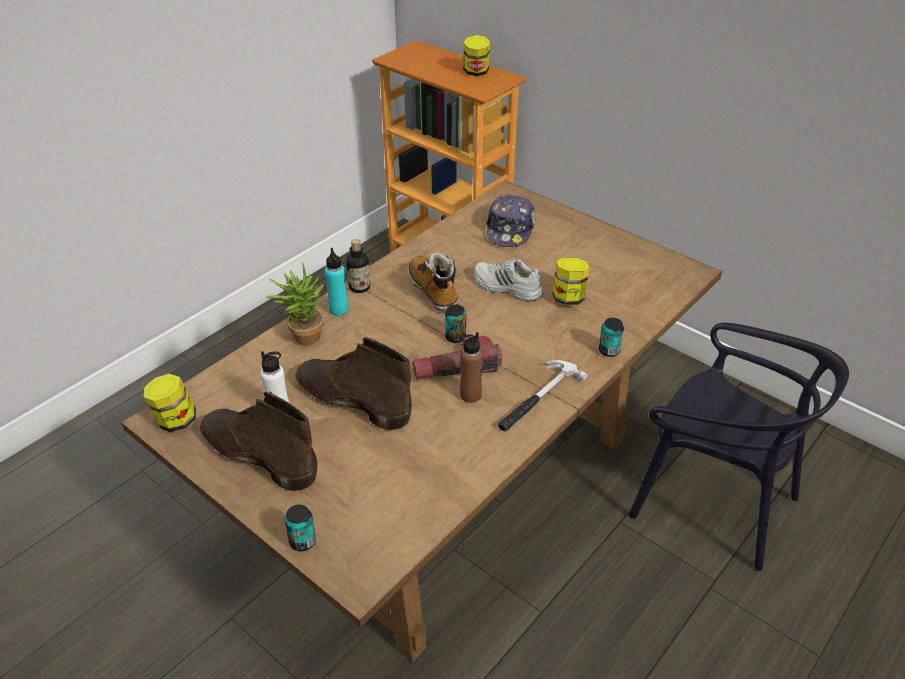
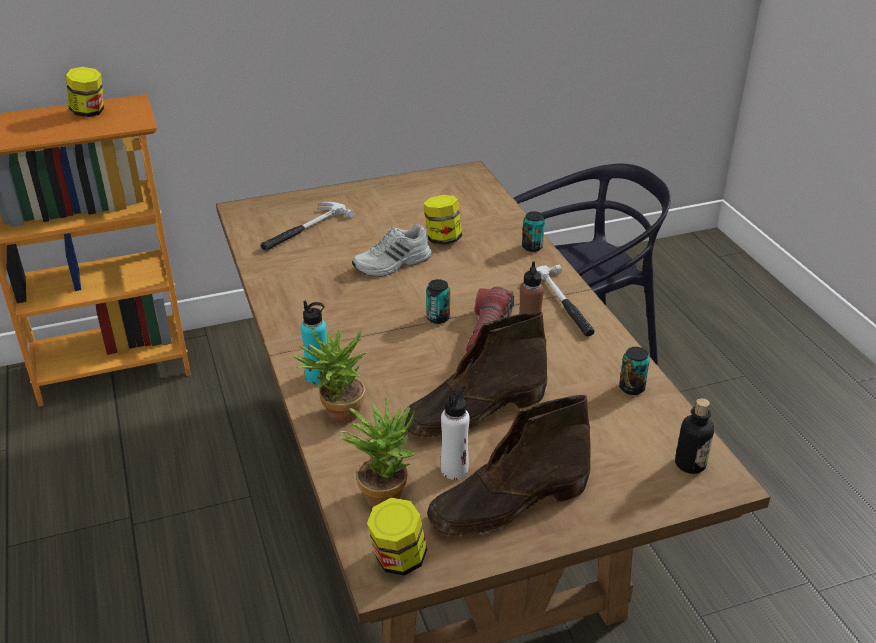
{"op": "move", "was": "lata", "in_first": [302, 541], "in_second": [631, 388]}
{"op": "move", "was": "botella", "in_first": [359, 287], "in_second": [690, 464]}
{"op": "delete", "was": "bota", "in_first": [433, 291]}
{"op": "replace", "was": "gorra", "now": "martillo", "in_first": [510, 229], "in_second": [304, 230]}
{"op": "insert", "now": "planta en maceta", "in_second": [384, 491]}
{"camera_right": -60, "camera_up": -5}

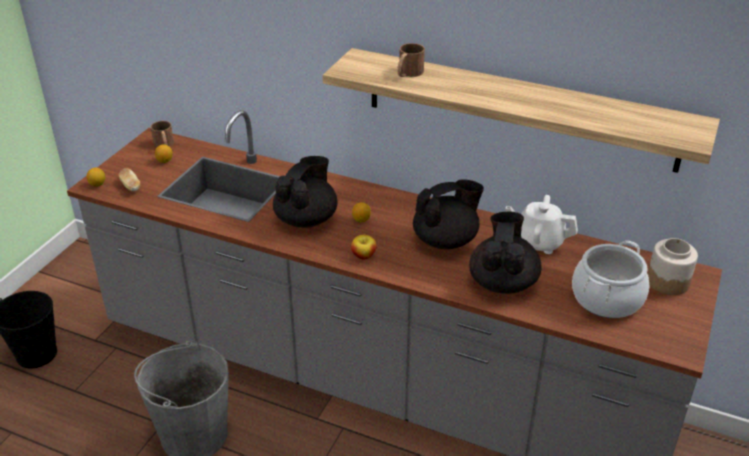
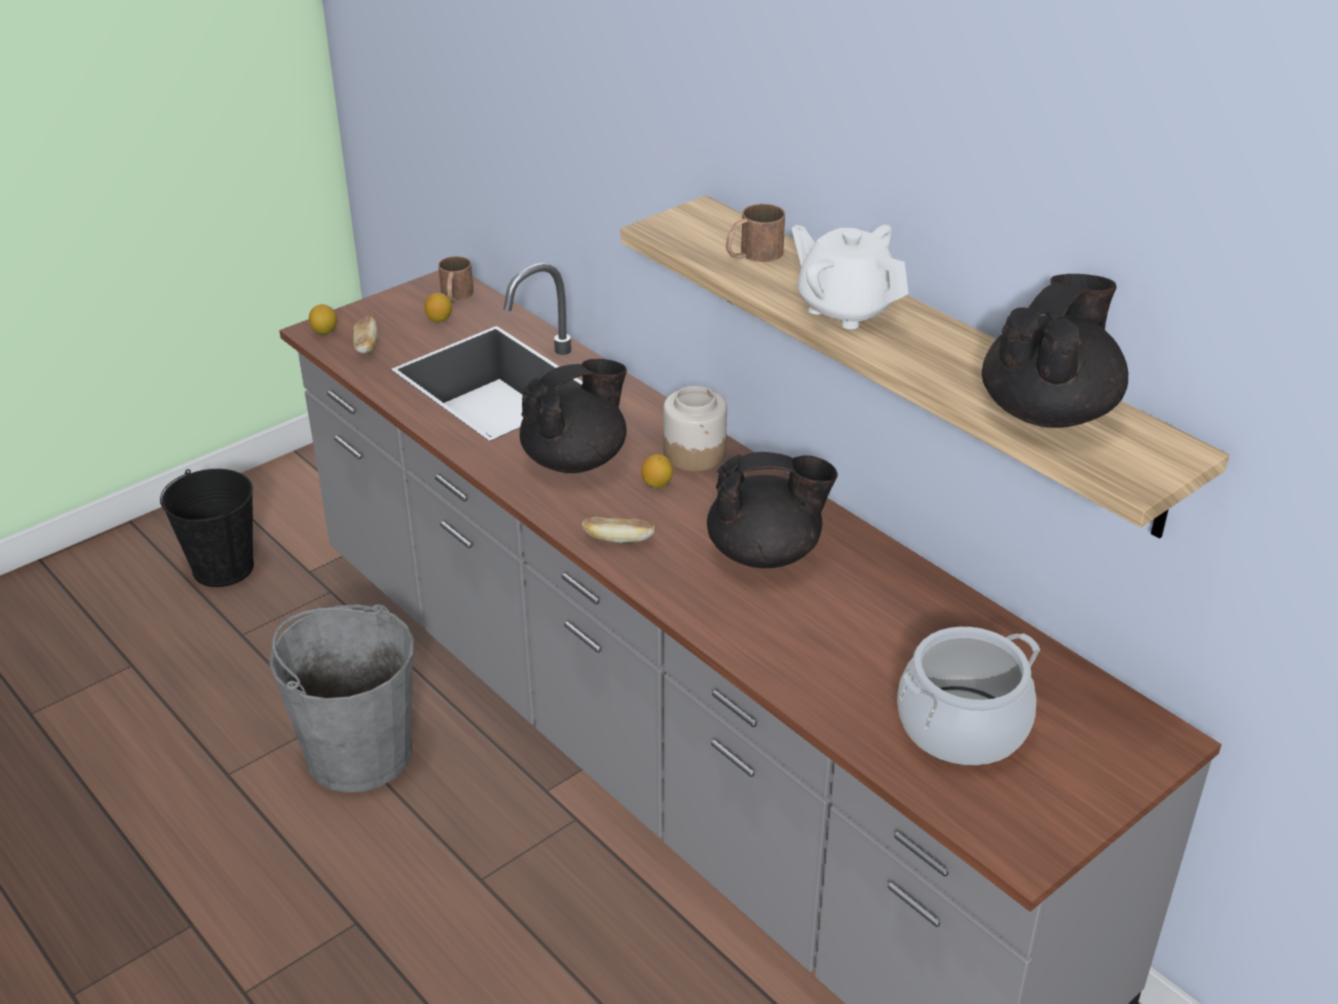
{"op": "replace", "was": "manzana", "now": "pan", "in_first": [363, 255], "in_second": [618, 539]}
{"op": "move", "was": "tetera/negro", "in_first": [502, 282], "in_second": [1048, 411]}
{"op": "move", "was": "tetera/blanco", "in_first": [538, 242], "in_second": [845, 309]}
{"op": "move", "was": "tarro", "in_first": [667, 281], "in_second": [695, 453]}
{"camera_right": 25, "camera_up": 0}

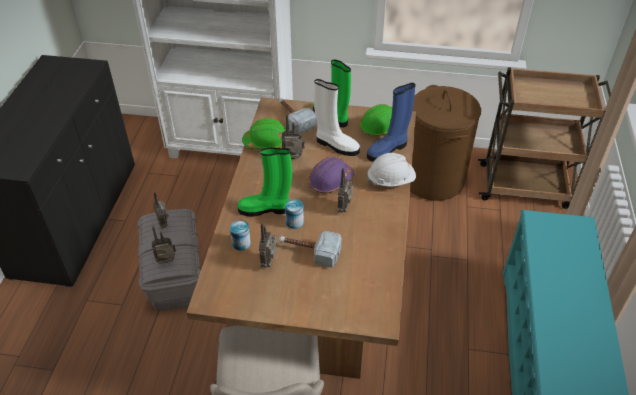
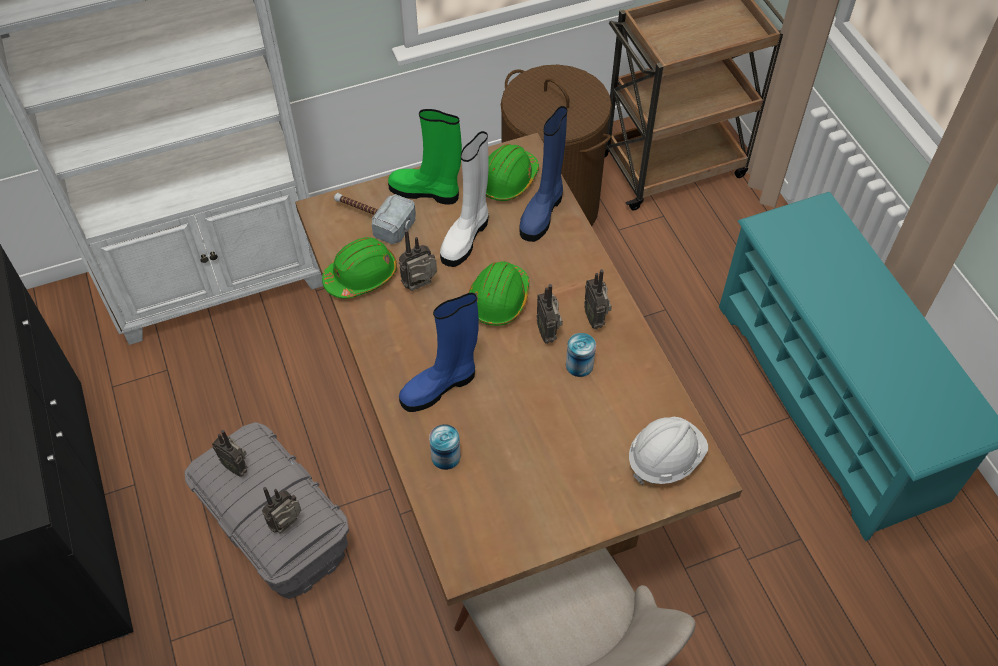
{"op": "recolor", "was": "bota/verde", "now": "bota/azul", "in_first": [265, 209], "in_second": [440, 386]}
{"op": "move", "was": "radio", "in_first": [270, 262], "in_second": [595, 318]}
{"op": "delete", "was": "martillo", "in_first": [309, 251]}
{"op": "move", "was": "lata", "in_first": [294, 222], "in_second": [579, 365]}
{"op": "recolor", "was": "casco/morado", "now": "casco/verde", "in_first": [330, 181], "in_second": [498, 300]}
{"op": "rotate", "was": "bota/blanco", "in_first": [336, 145], "in_second": [466, 237], "clockwise": 120}
{"op": "move", "was": "casco/blanco", "in_first": [390, 180], "in_second": [665, 458]}
{"camera_right": -30, "camera_up": 10}

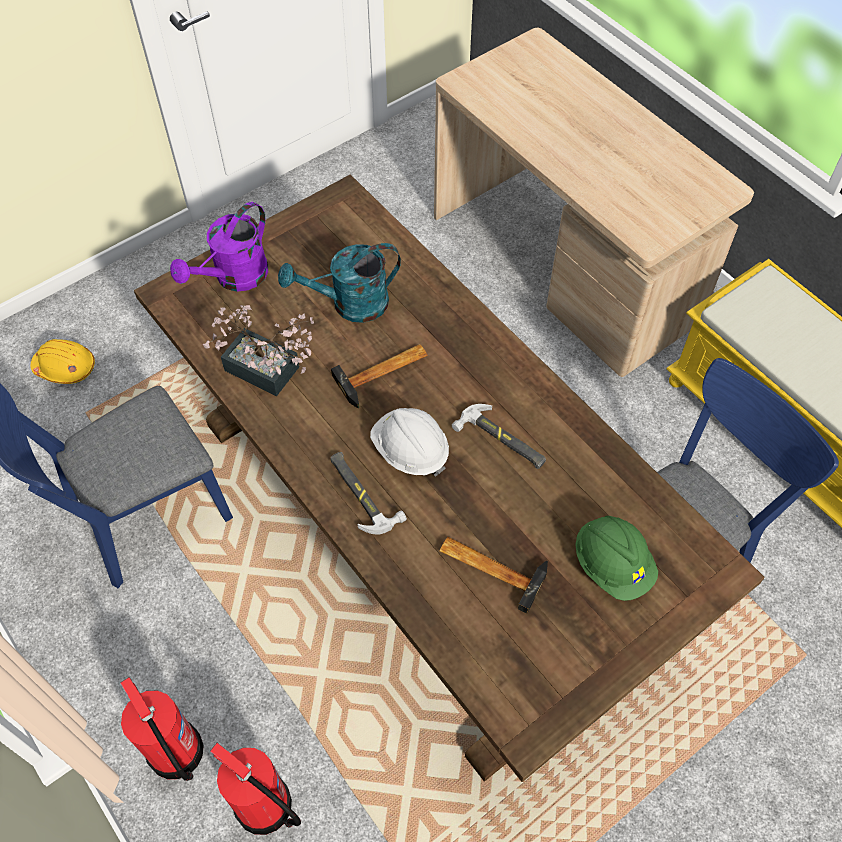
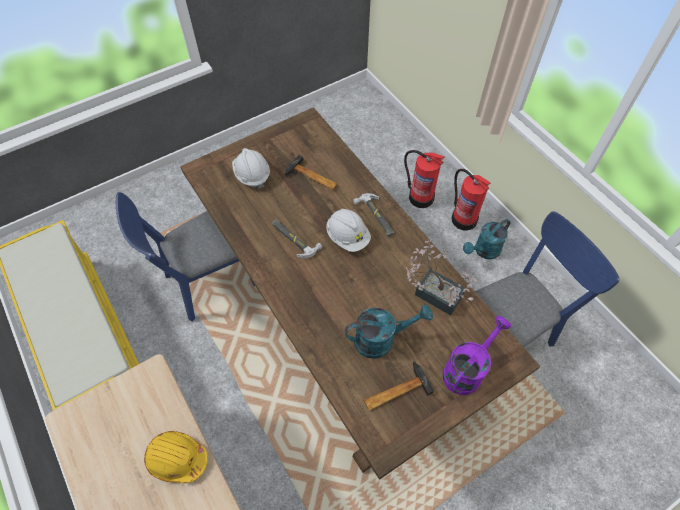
{"op": "move", "was": "casco/amarillo", "in_first": [65, 367], "in_second": [177, 458]}
{"op": "move", "was": "martillo", "in_first": [384, 373], "in_second": [395, 391]}
{"op": "recolor", "was": "casco/verde", "now": "casco/blanco", "in_first": [612, 565], "in_second": [252, 175]}
{"op": "insert", "now": "regadera/turquesa", "in_second": [484, 251]}
{"camera_right": -175, "camera_up": 0}

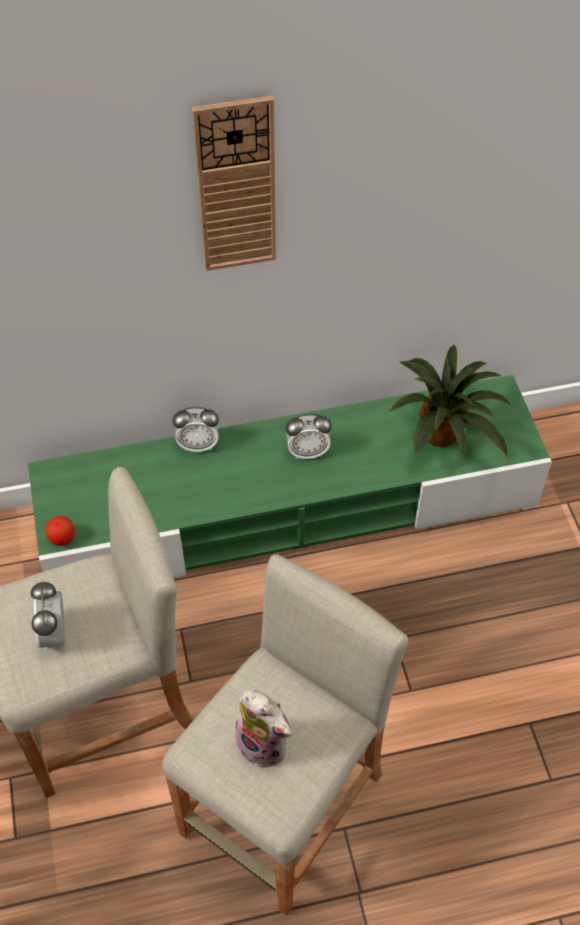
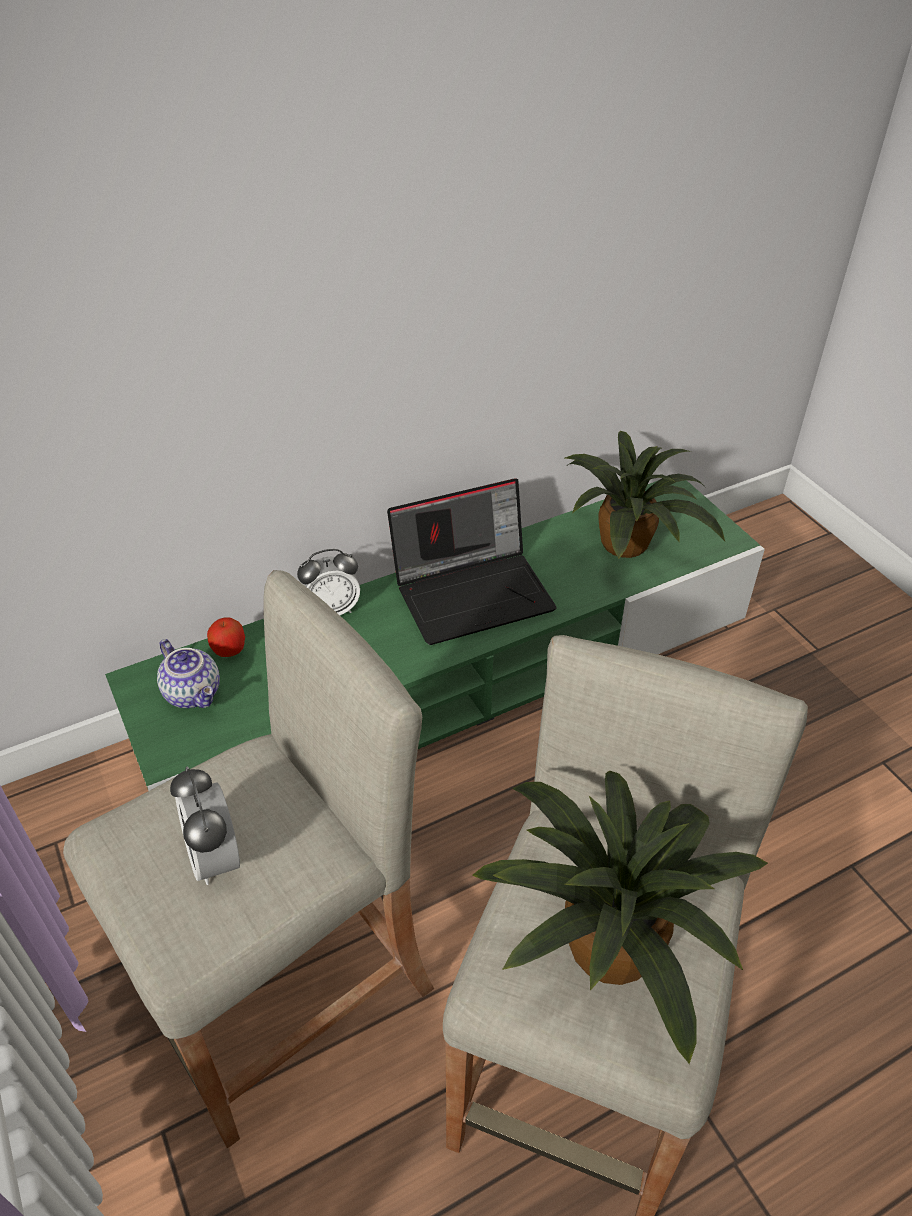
{"op": "move", "was": "manzana", "in_first": [62, 538], "in_second": [229, 650]}
{"op": "delete", "was": "reloj de pared", "in_first": [236, 187]}
{"op": "replace", "was": "peluche", "now": "planta en maceta", "in_first": [265, 743], "in_second": [603, 943]}
{"op": "replace", "was": "despertador", "now": "portátil", "in_first": [307, 451], "in_second": [474, 591]}
{"op": "insert", "now": "tetera", "in_second": [194, 693]}
{"camera_right": -15, "camera_up": -10}

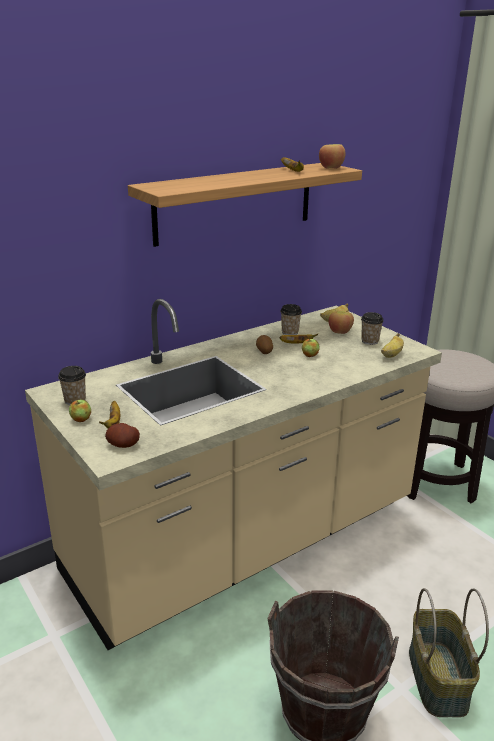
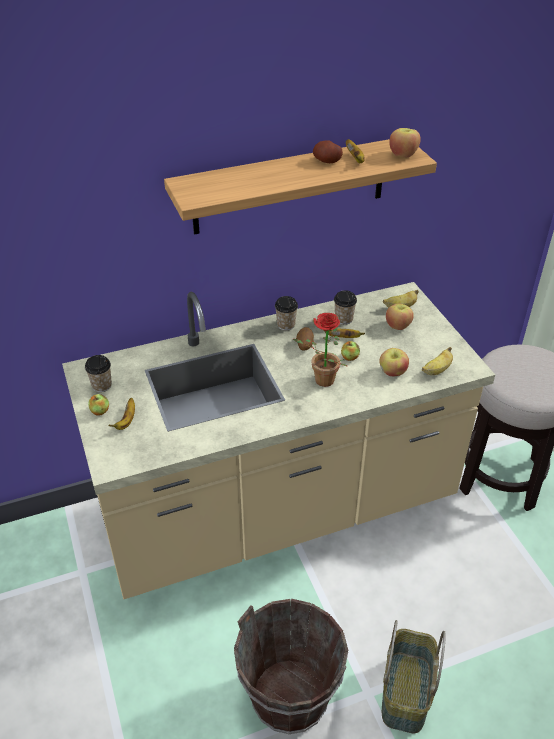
{"op": "move", "was": "patata", "in_first": [123, 445], "in_second": [327, 161]}
{"op": "move", "was": "taza", "in_first": [370, 341], "in_second": [286, 325]}
{"op": "insert", "now": "planta en maceta", "in_second": [320, 381]}
{"op": "insert", "now": "manzana", "in_second": [392, 372]}
{"camera_right": 15, "camera_up": 15}

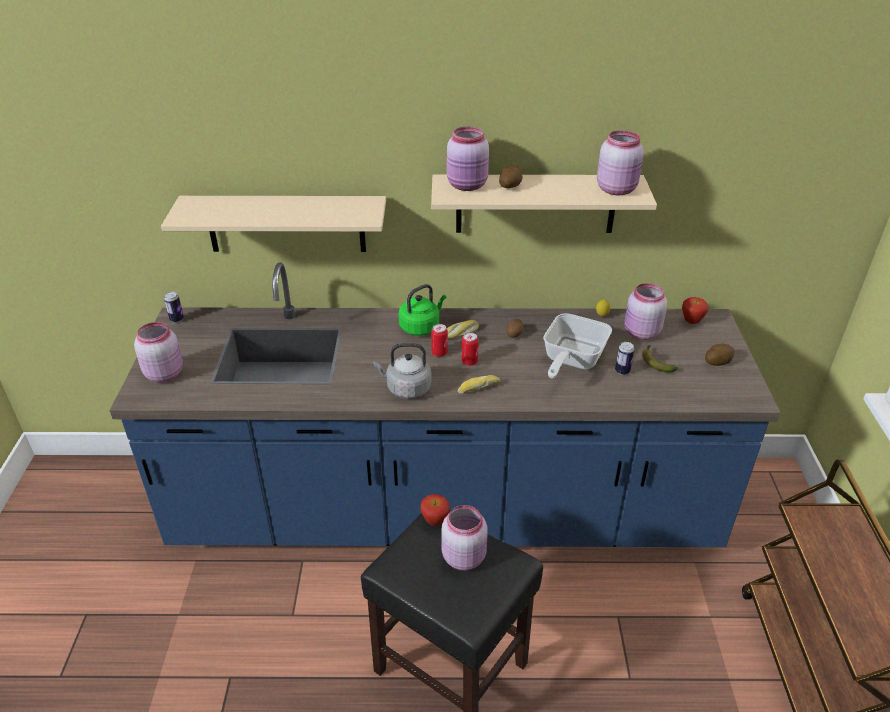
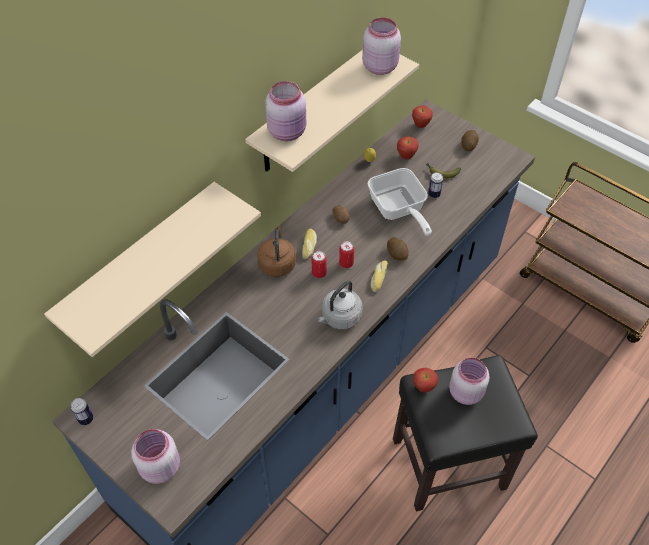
{"op": "recolor", "was": "hervidor/verde", "now": "hervidor/marrón", "in_first": [421, 327], "in_second": [277, 263]}
{"op": "move", "was": "patata", "in_first": [510, 186], "in_second": [397, 254]}
{"op": "replace", "was": "tarro/rosa", "now": "manzana", "in_first": [640, 333], "in_second": [406, 157]}
{"camera_right": -50, "camera_up": 15}

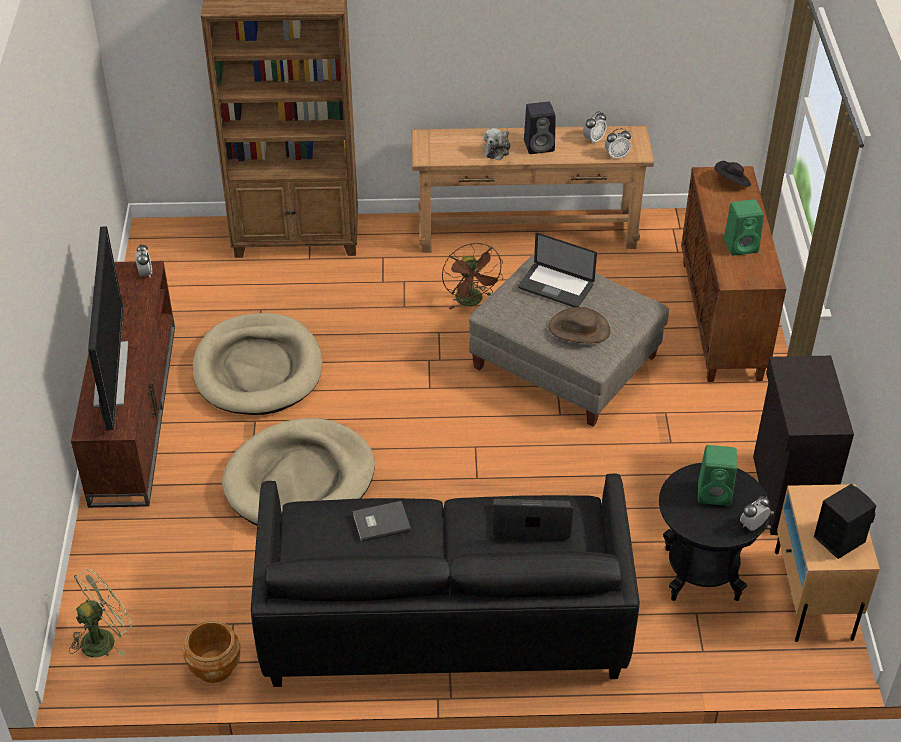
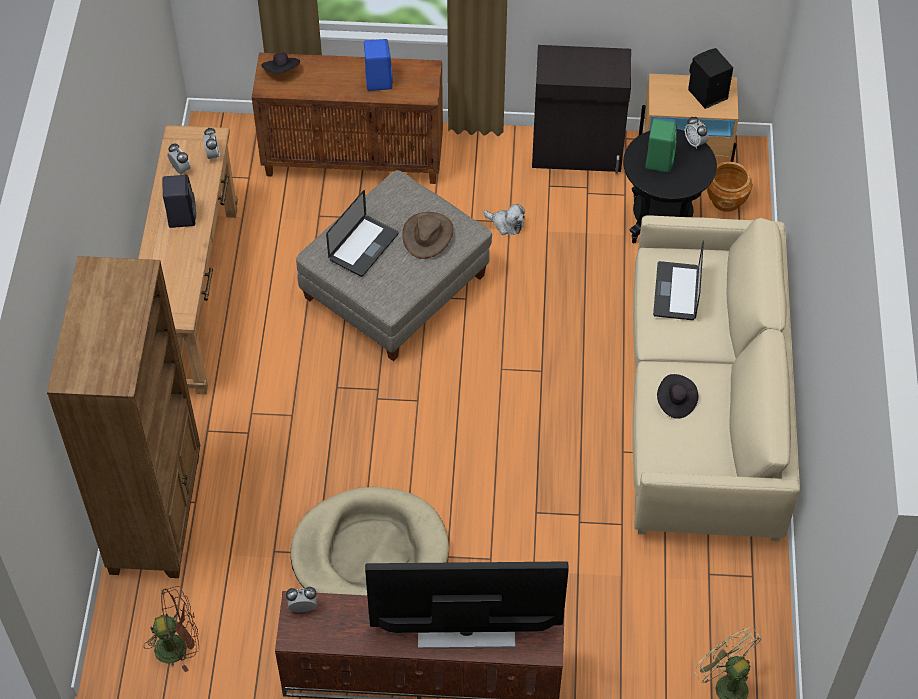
{"op": "move", "was": "maceta/marrón", "in_first": [214, 667], "in_second": [726, 200]}
{"op": "delete", "was": "cama para perro/beis", "in_first": [300, 480]}
{"op": "recolor", "was": "sofá/negro", "now": "sofá/beis", "in_first": [443, 617], "in_second": [703, 409]}
{"op": "replace", "was": "libro/gris", "now": "sombrero/negro", "in_first": [380, 522], "in_second": [675, 402]}
{"op": "move", "was": "ventilador/marrón", "in_first": [472, 301], "in_second": [178, 646]}
{"op": "move", "was": "peluche", "in_first": [497, 149], "in_second": [506, 224]}
{"op": "recolor", "was": "altavoz/verde", "now": "altavoz/azul", "in_first": [742, 245], "in_second": [378, 80]}
{"camera_right": -85, "camera_up": 10}

